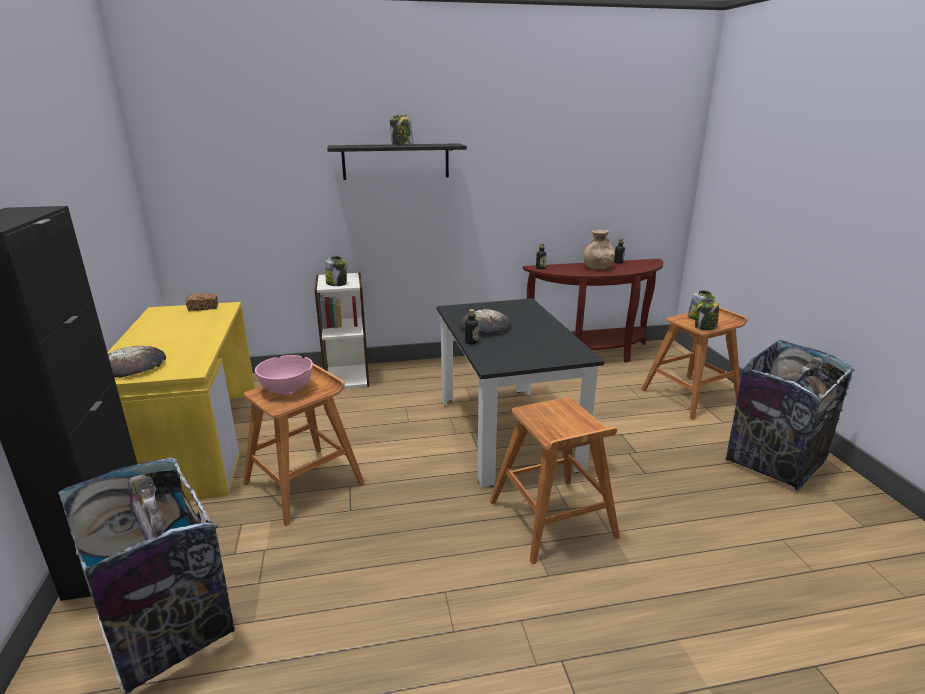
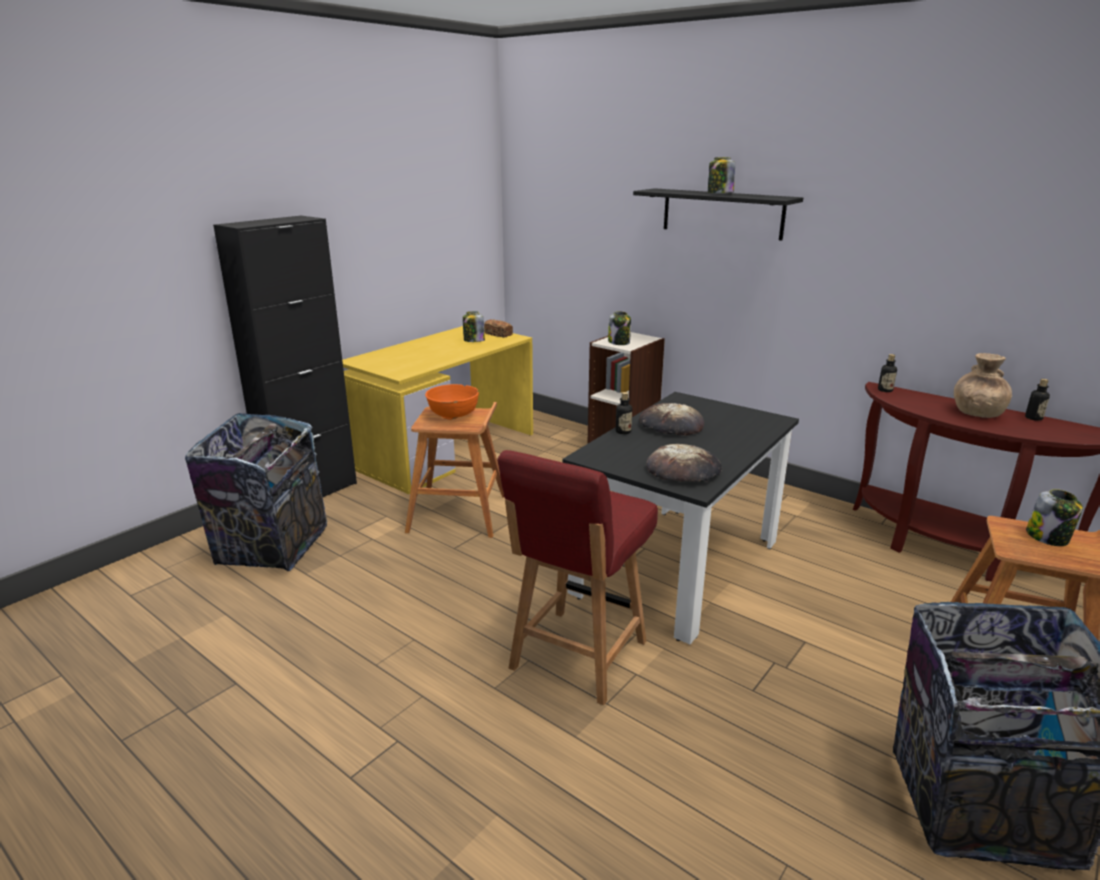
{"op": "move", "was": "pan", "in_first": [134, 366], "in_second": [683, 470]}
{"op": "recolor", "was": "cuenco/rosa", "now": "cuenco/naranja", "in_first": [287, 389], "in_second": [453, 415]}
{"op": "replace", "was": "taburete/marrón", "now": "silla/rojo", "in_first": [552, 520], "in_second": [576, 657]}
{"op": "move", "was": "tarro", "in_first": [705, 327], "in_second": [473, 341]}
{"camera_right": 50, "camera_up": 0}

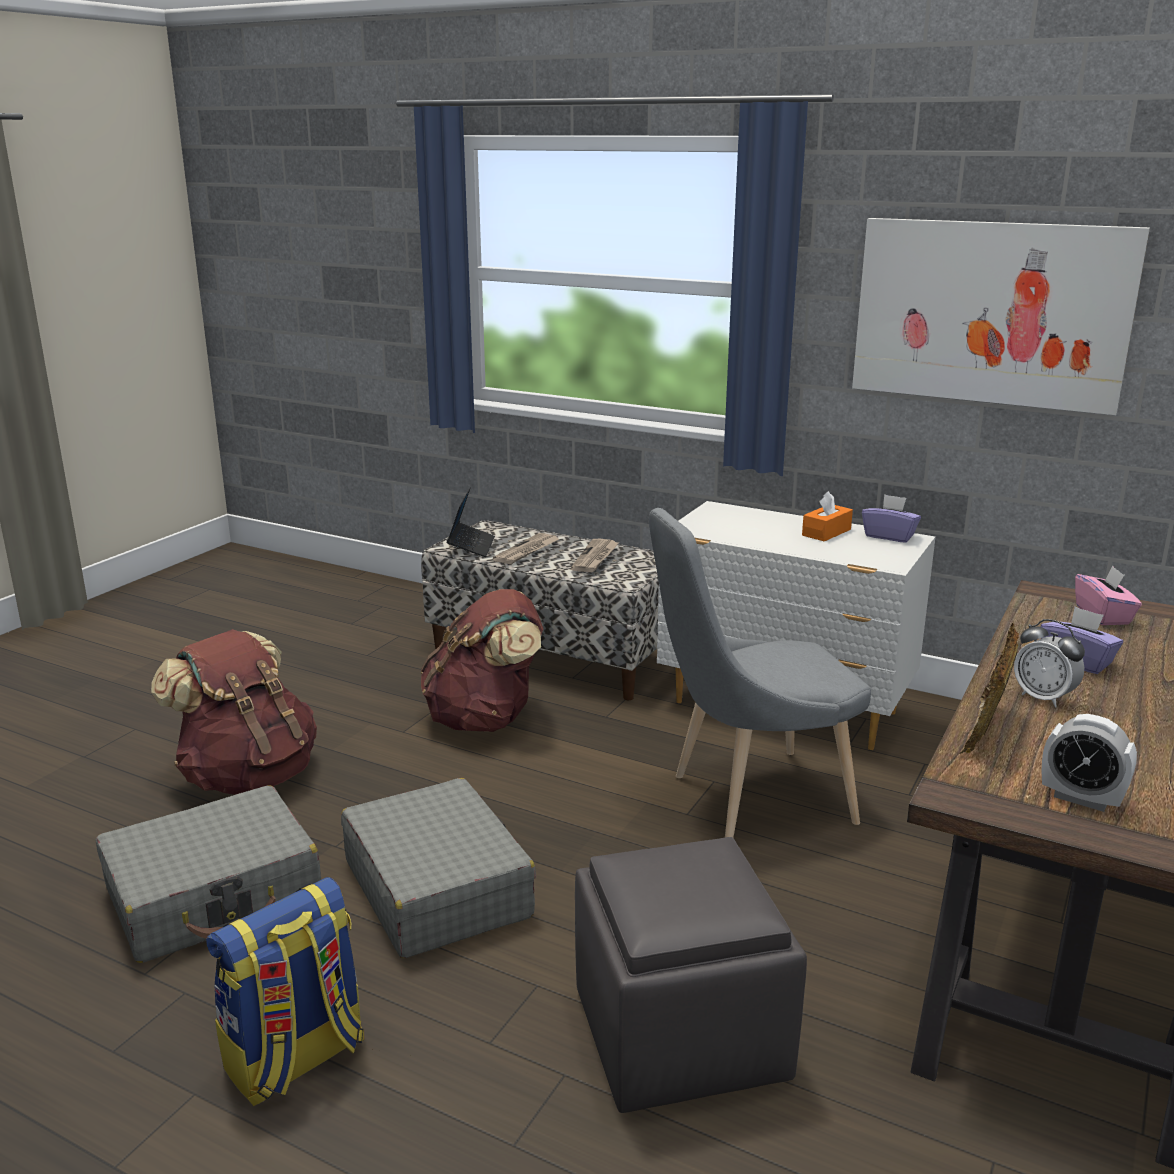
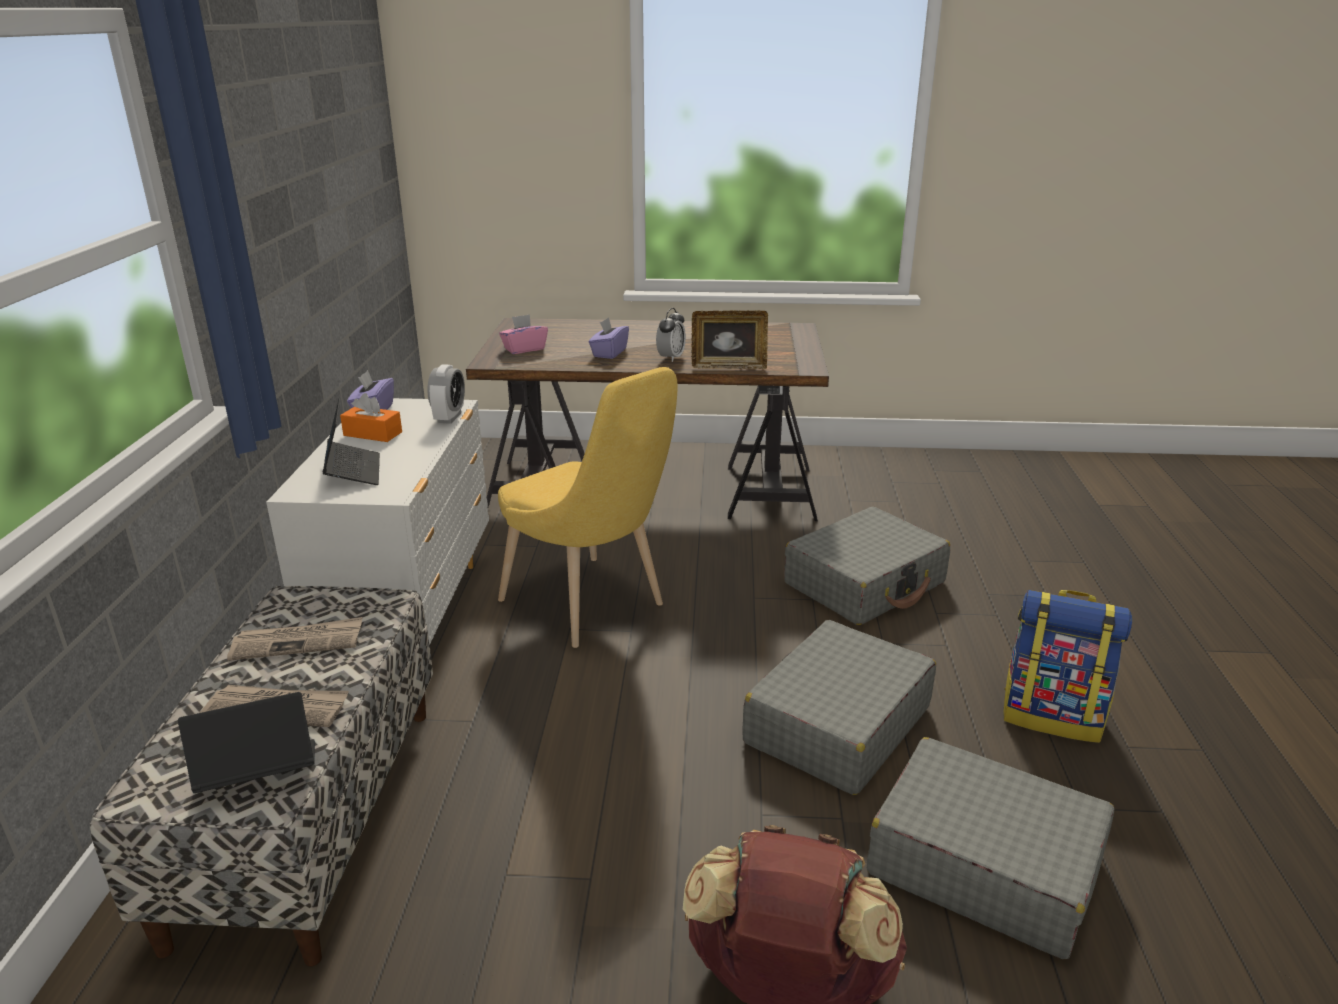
{"op": "delete", "was": "mochila/marrón", "in_first": [485, 719]}
{"op": "replace", "was": "puf/gris", "now": "maleta/gris", "in_first": [682, 1036], "in_second": [865, 583]}
{"op": "recolor", "was": "silla/gris", "now": "silla/amarillo", "in_first": [750, 800], "in_second": [590, 606]}
{"op": "delete", "was": "cuadro", "in_first": [990, 313]}
{"op": "move", "was": "despertador", "in_first": [1081, 798], "in_second": [449, 417]}
{"op": "insert", "now": "portátil", "in_second": [353, 471]}
{"camera_right": -115, "camera_up": 5}

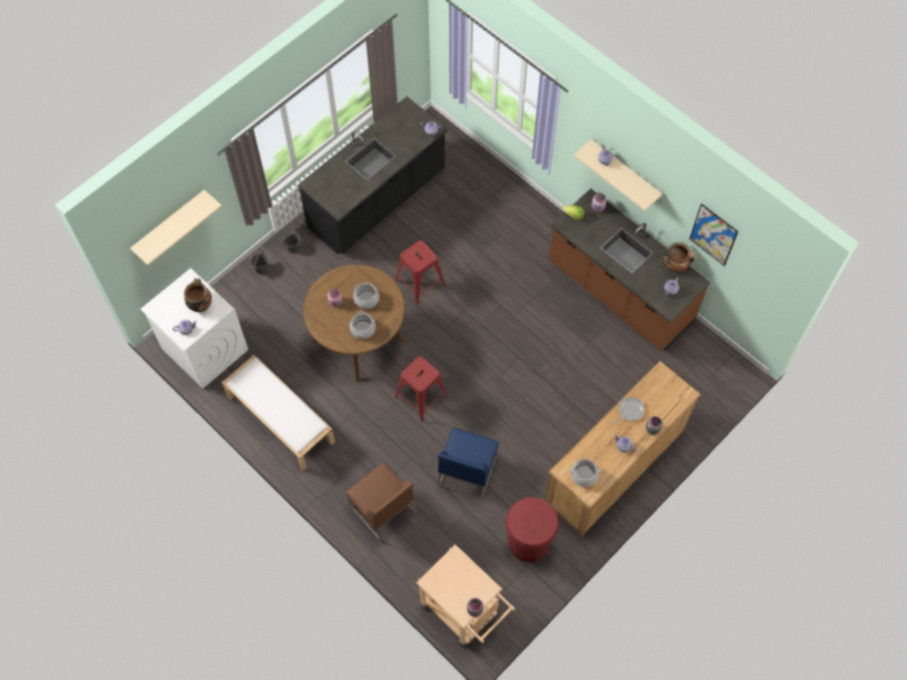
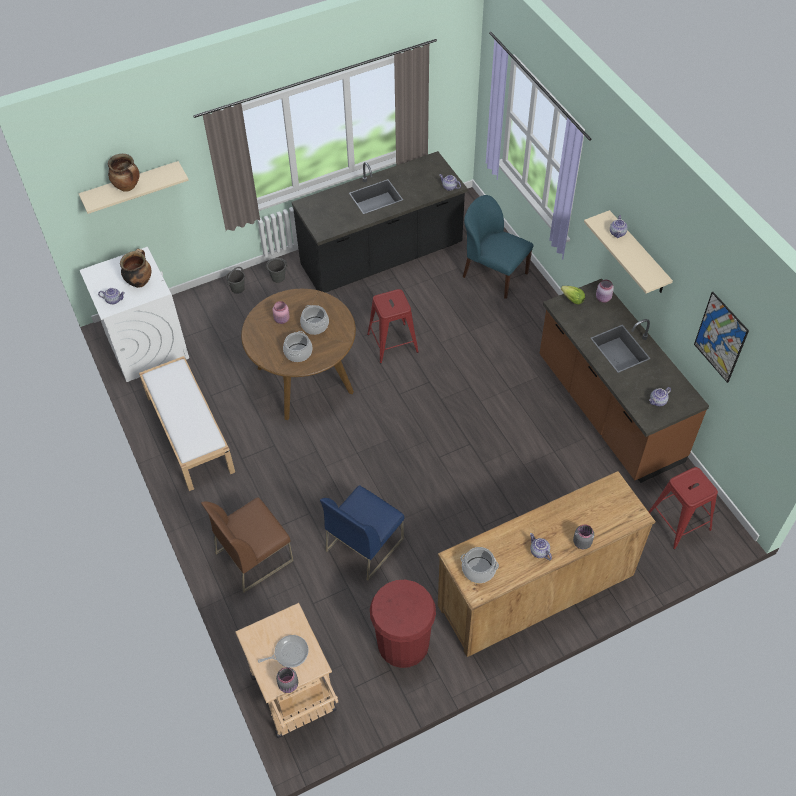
{"op": "rotate", "was": "silla/marrón", "in_first": [382, 509], "in_second": [254, 556], "clockwise": 75}
{"op": "move", "was": "taburete/rojo", "in_first": [421, 397], "in_second": [679, 521]}
{"op": "move", "was": "sartén", "in_first": [629, 411], "in_second": [289, 653]}
{"op": "move", "was": "olla", "in_first": [676, 265], "in_second": [128, 187]}
{"op": "insert", "now": "silla/azul", "in_second": [494, 274]}
{"camera_right": 20, "camera_up": -10}

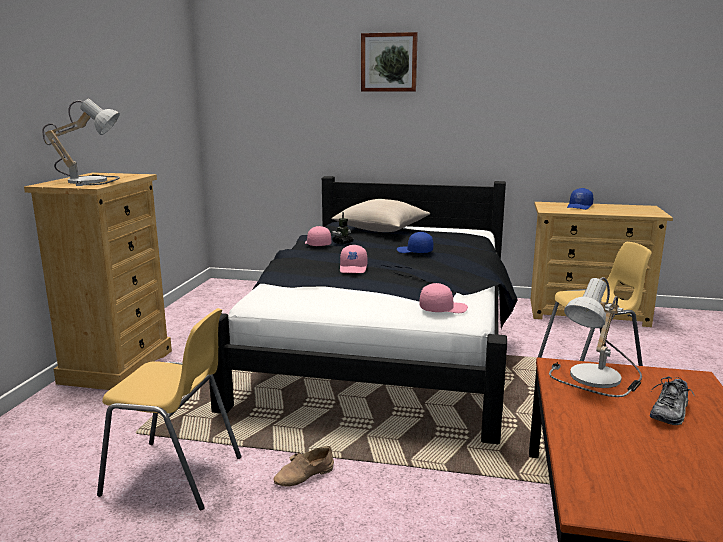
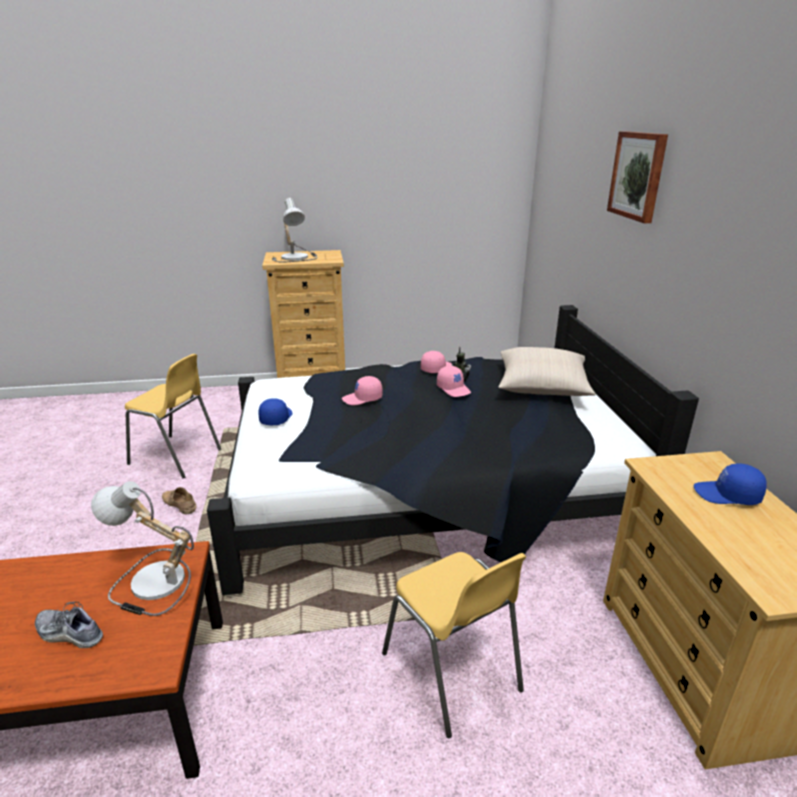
{"op": "rotate", "was": "silla/amarillo", "in_first": [174, 475], "in_second": [176, 457], "clockwise": -60}
{"op": "move", "was": "gorra/azul", "in_first": [414, 251], "in_second": [276, 418]}
{"op": "move", "was": "gorra/rosa", "in_first": [442, 309], "in_second": [454, 389]}
{"camera_right": 70, "camera_up": 10}

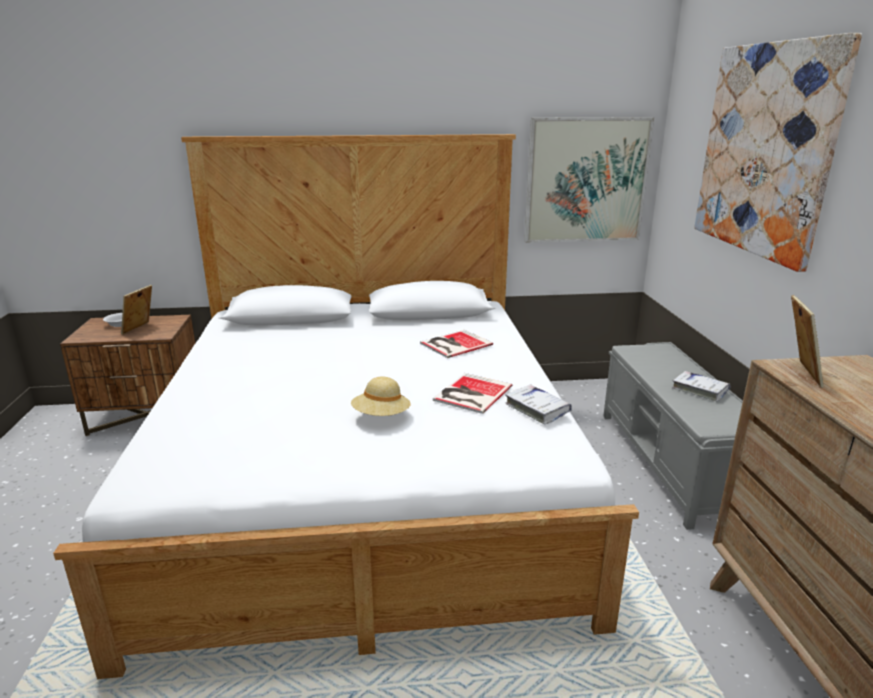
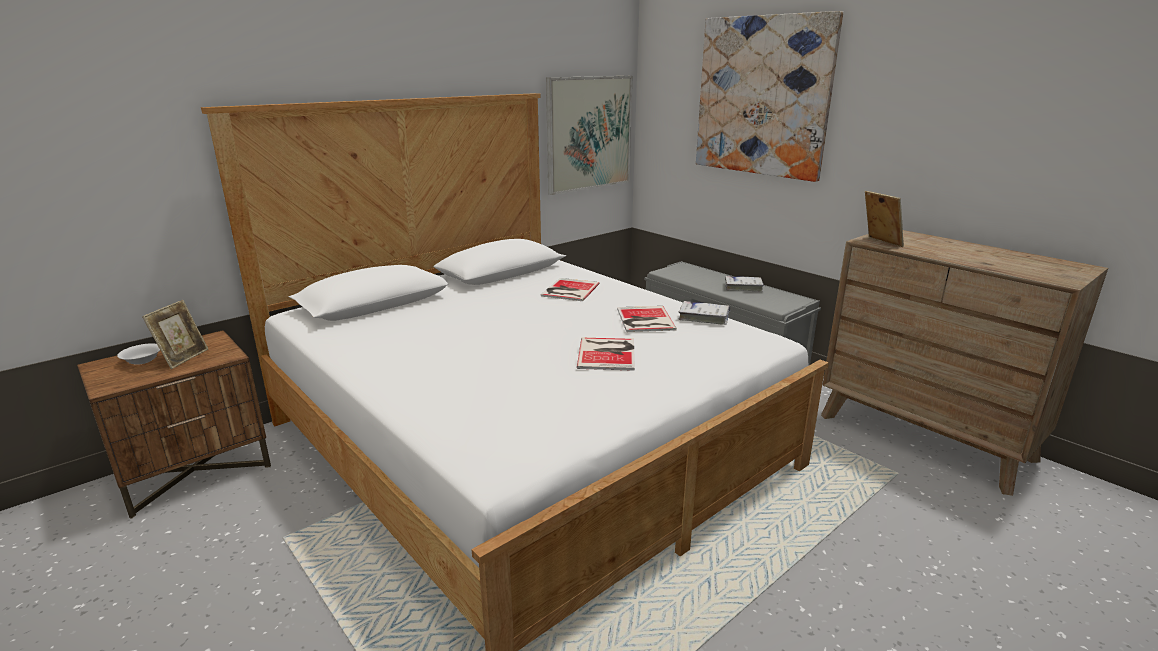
{"op": "rotate", "was": "portarretratos", "in_first": [140, 329], "in_second": [183, 358], "clockwise": -150}
{"op": "replace", "was": "sombrero/beis", "now": "libro", "in_first": [381, 416], "in_second": [608, 353]}
{"camera_right": -35, "camera_up": 0}

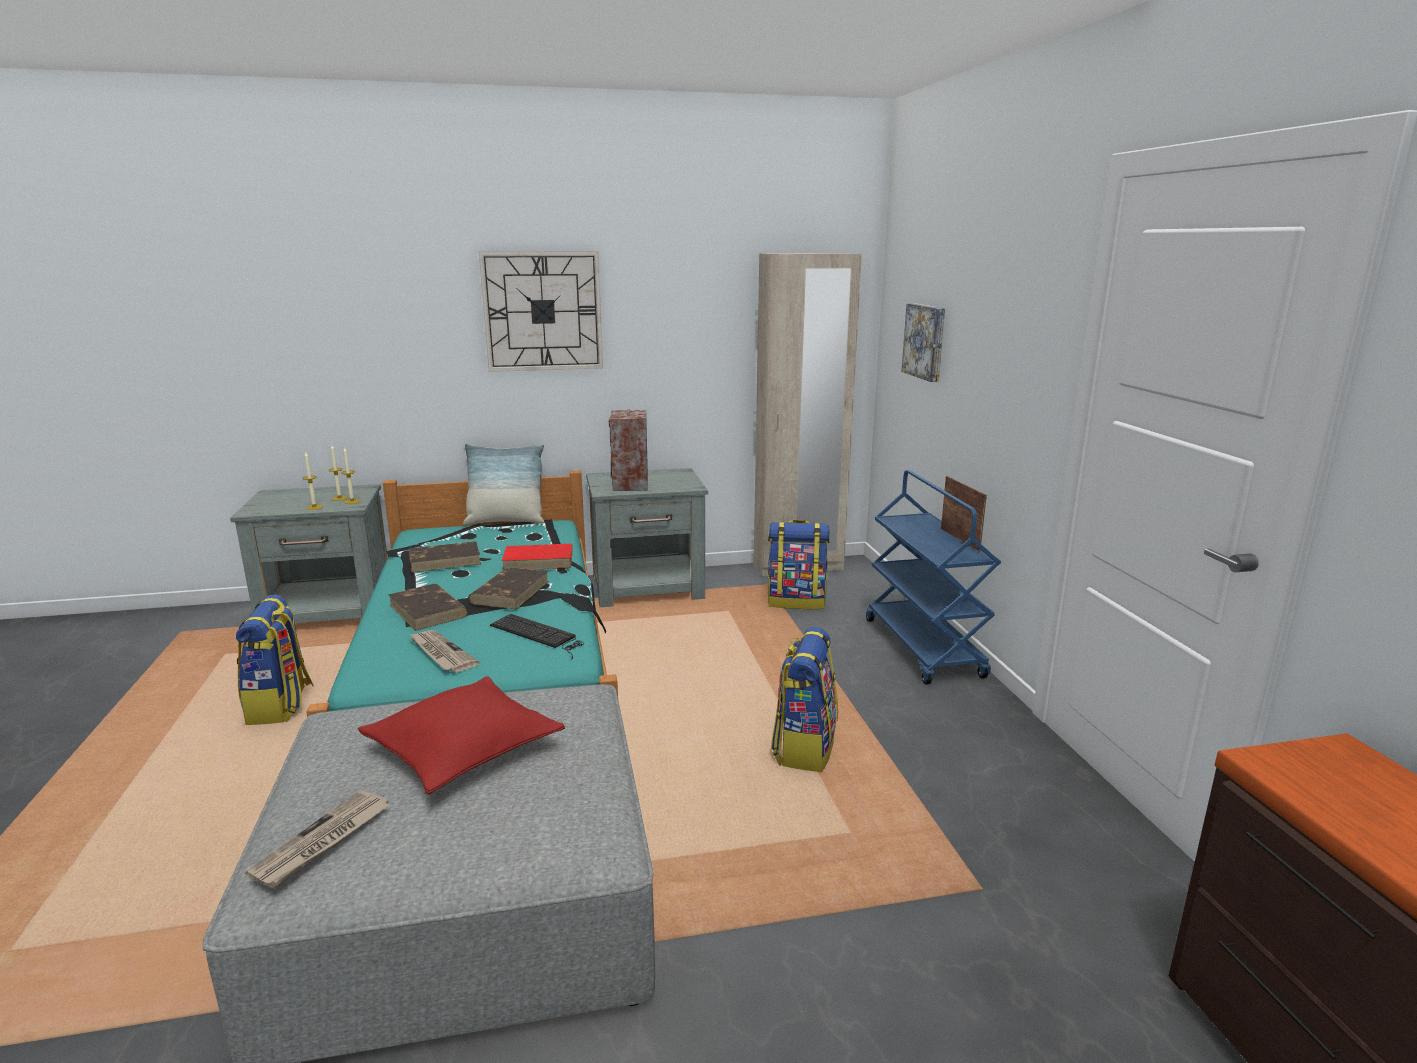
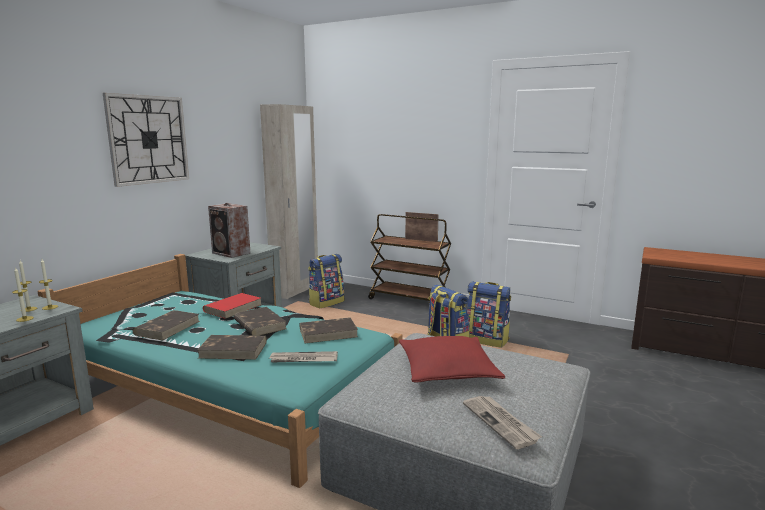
{"op": "move", "was": "mochila", "in_first": [280, 706], "in_second": [487, 340]}
{"op": "delete", "was": "cojín", "in_first": [506, 521]}
{"op": "replace", "was": "teclado", "now": "libro/marrón", "in_first": [539, 635], "in_second": [328, 333]}
{"op": "recolor", "was": "carrito/azul", "now": "carrito/marrón", "in_first": [924, 648], "in_second": [409, 300]}
{"op": "delete", "was": "cuadro", "in_first": [926, 341]}
{"camera_right": -50, "camera_up": -5}

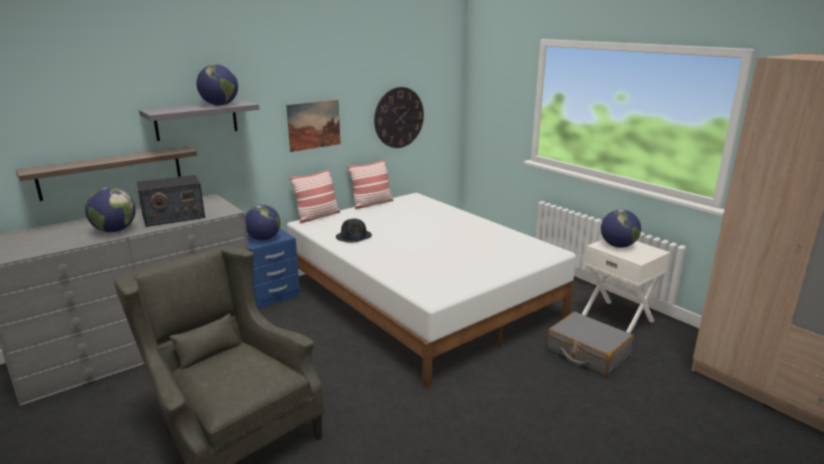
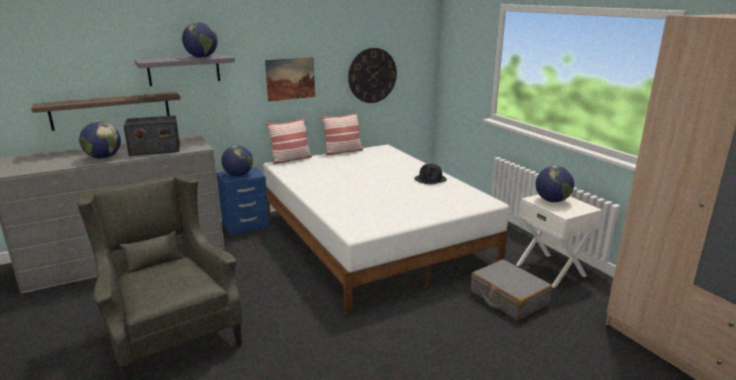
{"op": "move", "was": "sombrero/negro", "in_first": [354, 236], "in_second": [430, 179]}
{"camera_right": 10, "camera_up": 0}

